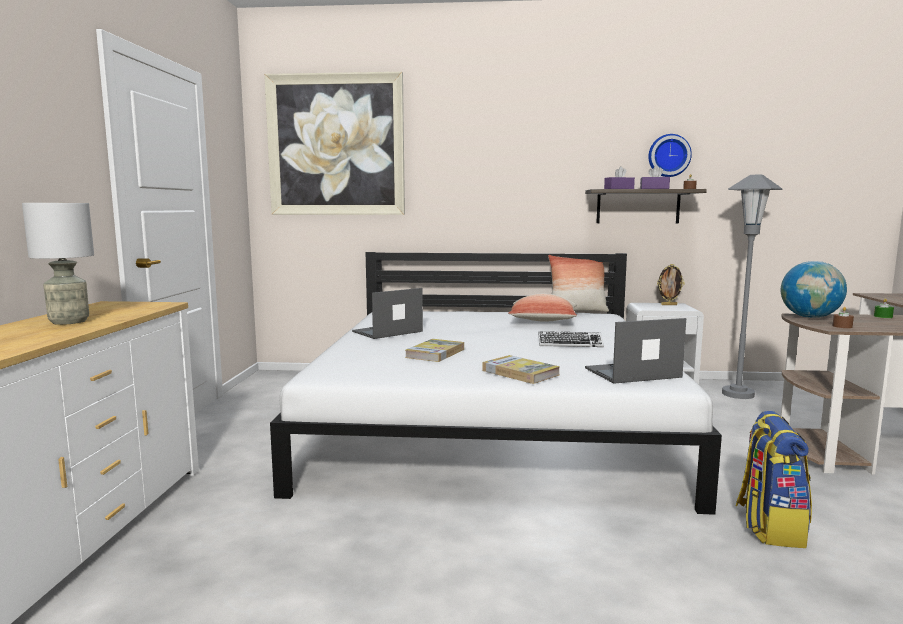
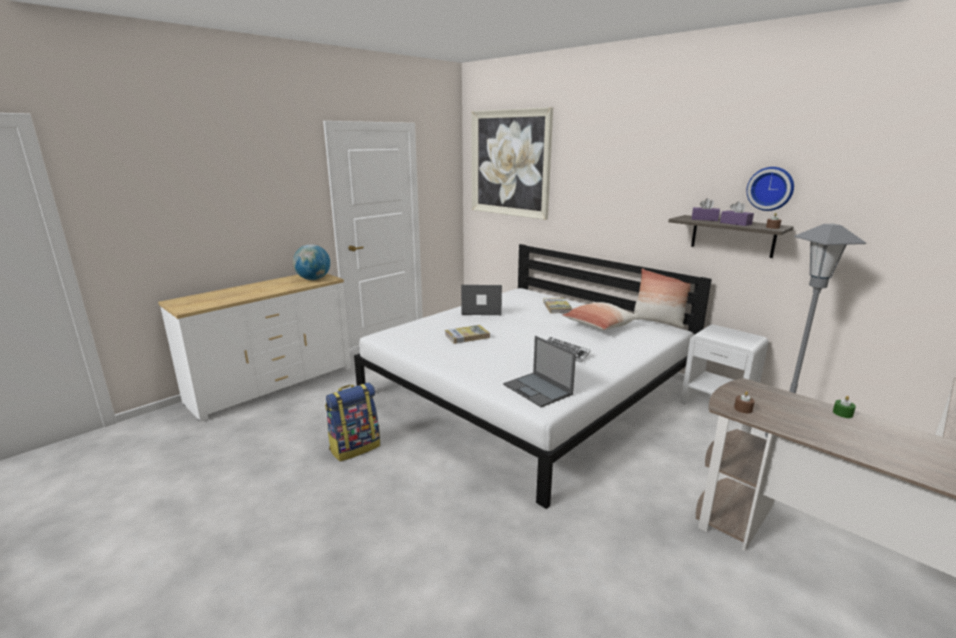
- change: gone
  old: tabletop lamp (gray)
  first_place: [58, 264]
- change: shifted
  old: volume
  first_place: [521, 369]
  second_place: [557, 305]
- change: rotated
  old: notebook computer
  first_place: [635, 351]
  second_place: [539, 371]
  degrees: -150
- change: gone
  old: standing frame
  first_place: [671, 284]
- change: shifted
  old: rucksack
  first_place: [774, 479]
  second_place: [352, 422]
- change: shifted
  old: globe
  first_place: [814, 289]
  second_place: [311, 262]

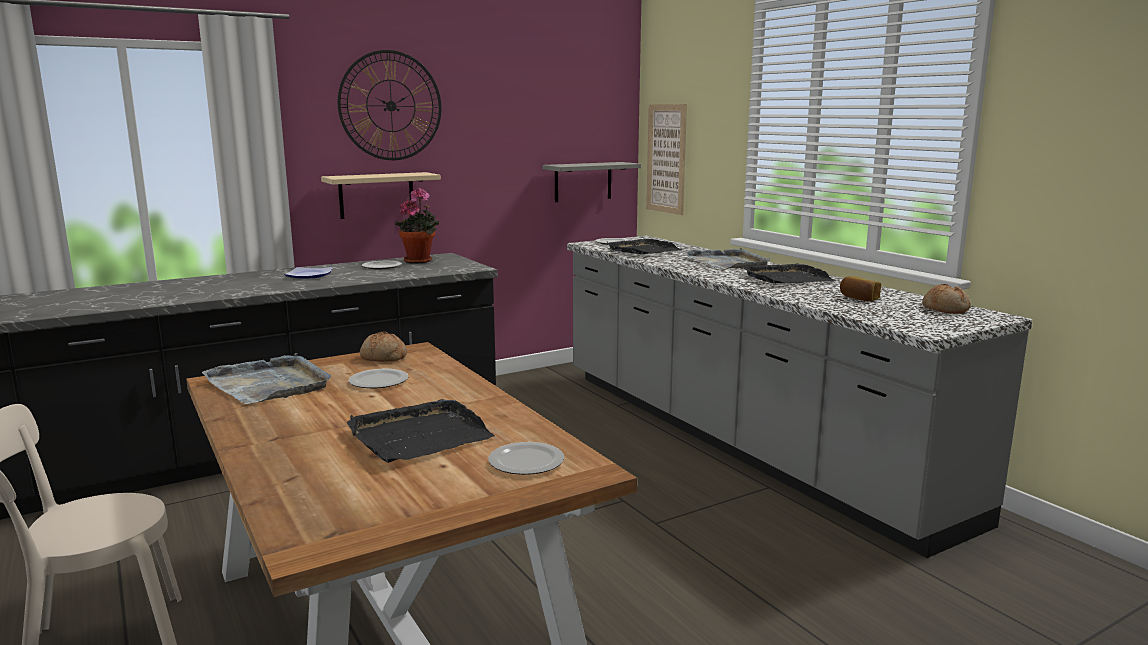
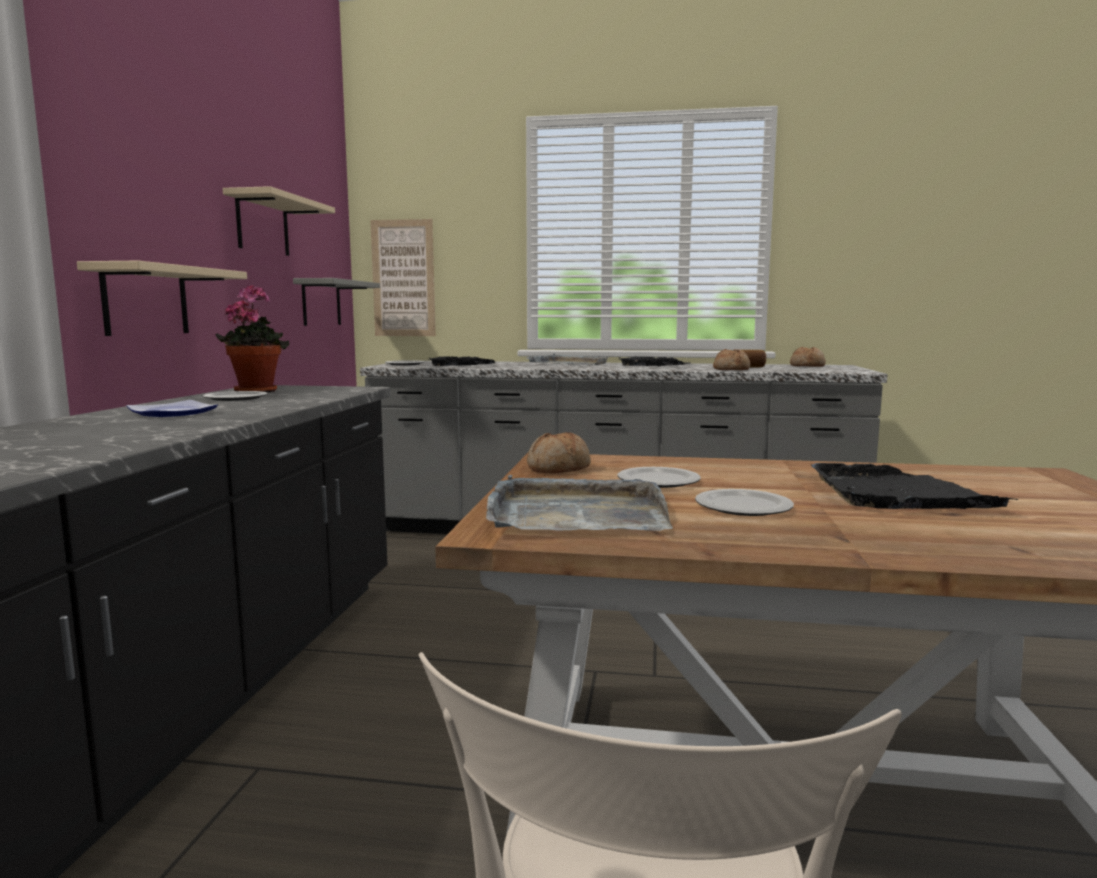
- change: gone
  old: hanging clock
  first_place: [389, 105]
- change: shifted
  old: dinner plate
  first_place: [526, 458]
  second_place: [744, 502]
- change: new
  new: wall shelf (sand-coloured)
  second_place: [279, 221]
- change: new
  new: bakery bread
  second_place: [731, 359]

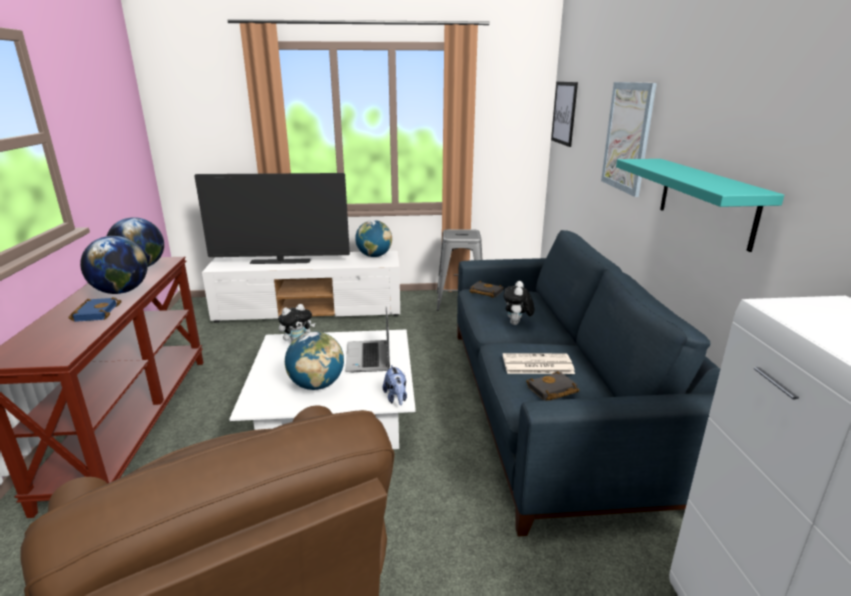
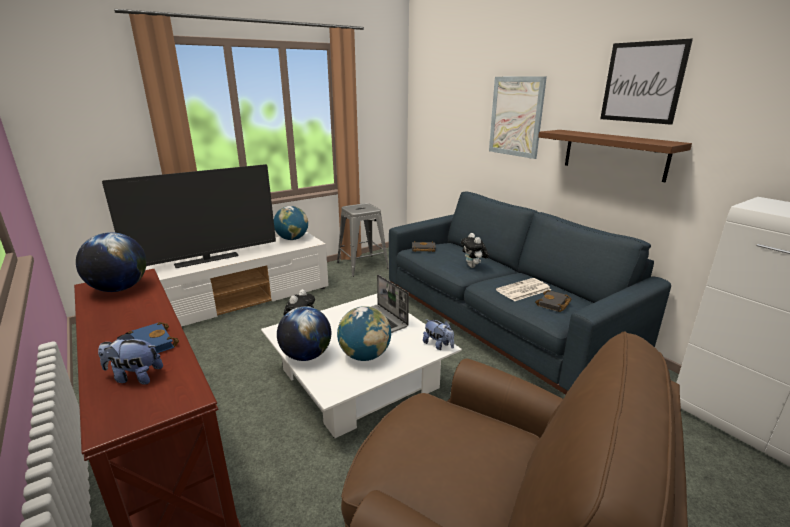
- change: shifted
  old: globe
  first_place: [114, 265]
  second_place: [304, 333]
- change: shifted
  old: wall picture
  first_place: [564, 114]
  second_place: [646, 82]
- change: repainted
  old: wall shelf (blue-green)
  new: wall shelf (brown)
  first_place: [700, 205]
  second_place: [615, 156]
- change: new
  new: cuddly toy
  second_place: [130, 358]

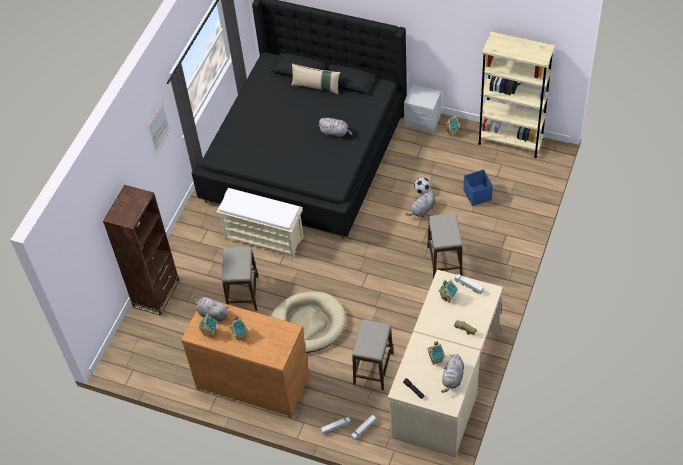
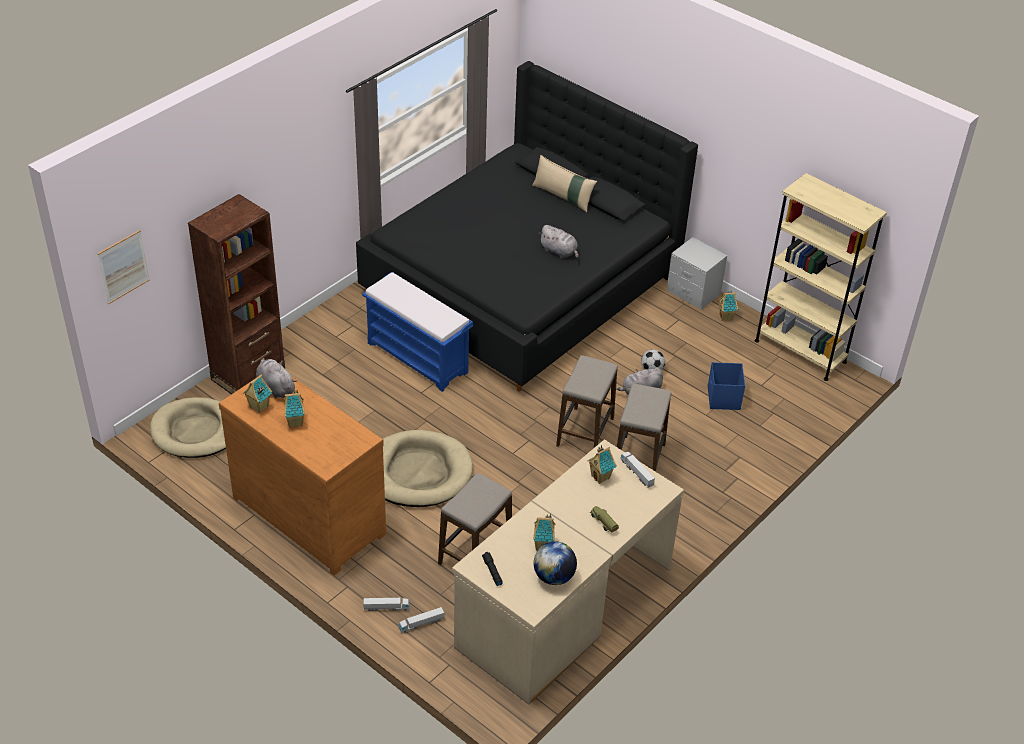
- change: shifted
  old: wall picture
  first_place: [159, 128]
  second_place: [123, 267]
- change: repainted
  old: bench (sand-coloured)
  new: bench (blue-coloured)
  first_place: [260, 223]
  second_place: [417, 332]
- change: shifted
  old: stool seat
  first_place: [240, 278]
  second_place: [587, 401]
- change: swapped
  old: cuddly toy (gray)
  new: globe
  first_place: [452, 373]
  second_place: [555, 563]
- change: new
  new: pet bed (sand-coloured)
  second_place: [188, 427]

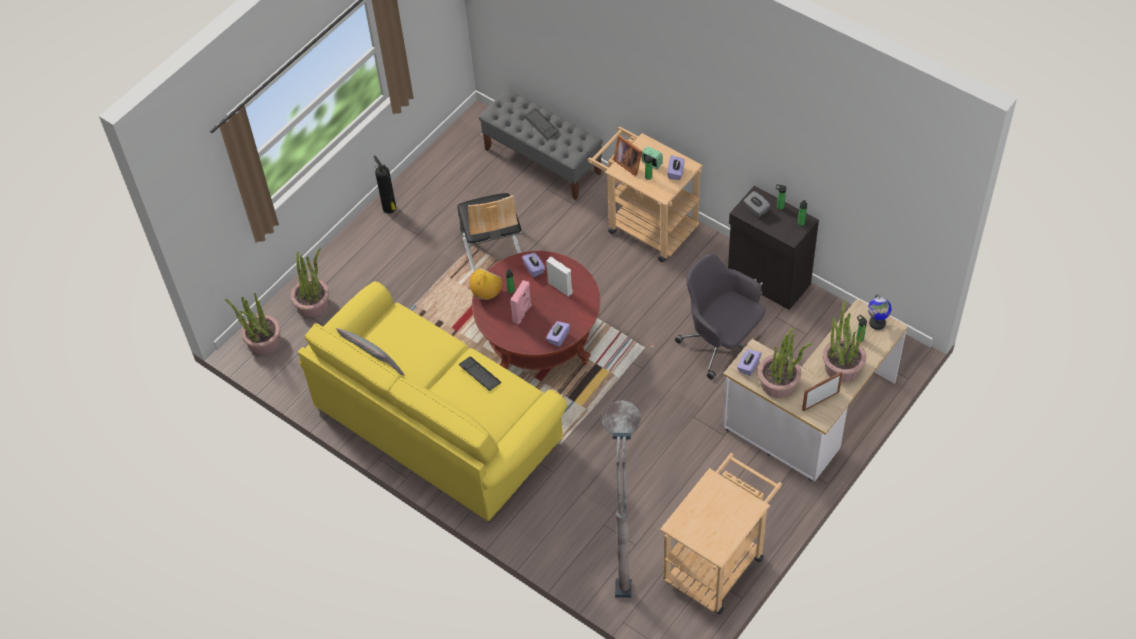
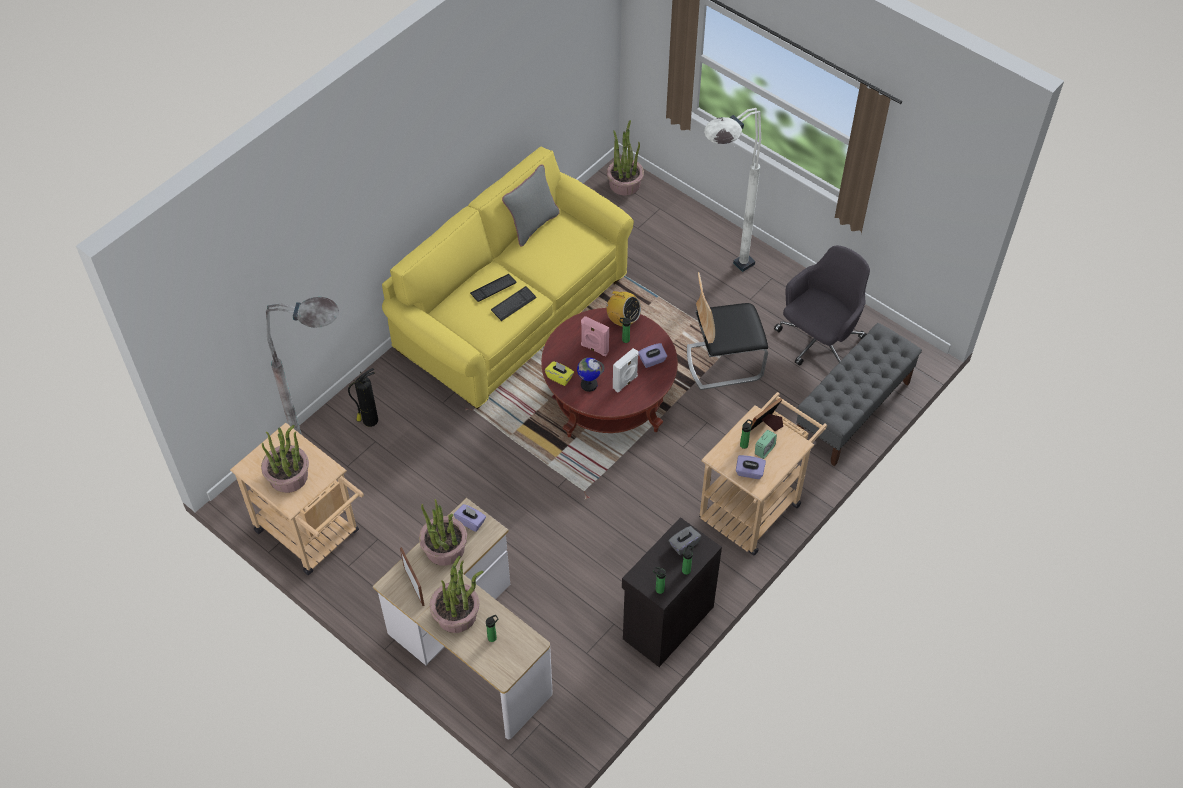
- change: shifted
  old: plant in a pot
  first_place: [310, 282]
  second_place: [285, 459]
- change: shifted
  old: extinguisher
  first_place: [384, 184]
  second_place: [363, 397]
- change: shifted
  old: PC keyboard
  first_place: [541, 124]
  second_place: [493, 288]
- change: repainted
  old: box of tissues (purple)
  new: box of tissues (yellow)
  first_place: [558, 334]
  second_place: [559, 373]
- change: shifted
  old: desk chair (gray)
  first_place: [720, 316]
  second_place: [822, 305]
- change: shifted
  old: globe
  first_place: [879, 312]
  second_place: [591, 374]
- change: new
  new: standard lamp (whitish)
  second_place: [732, 190]

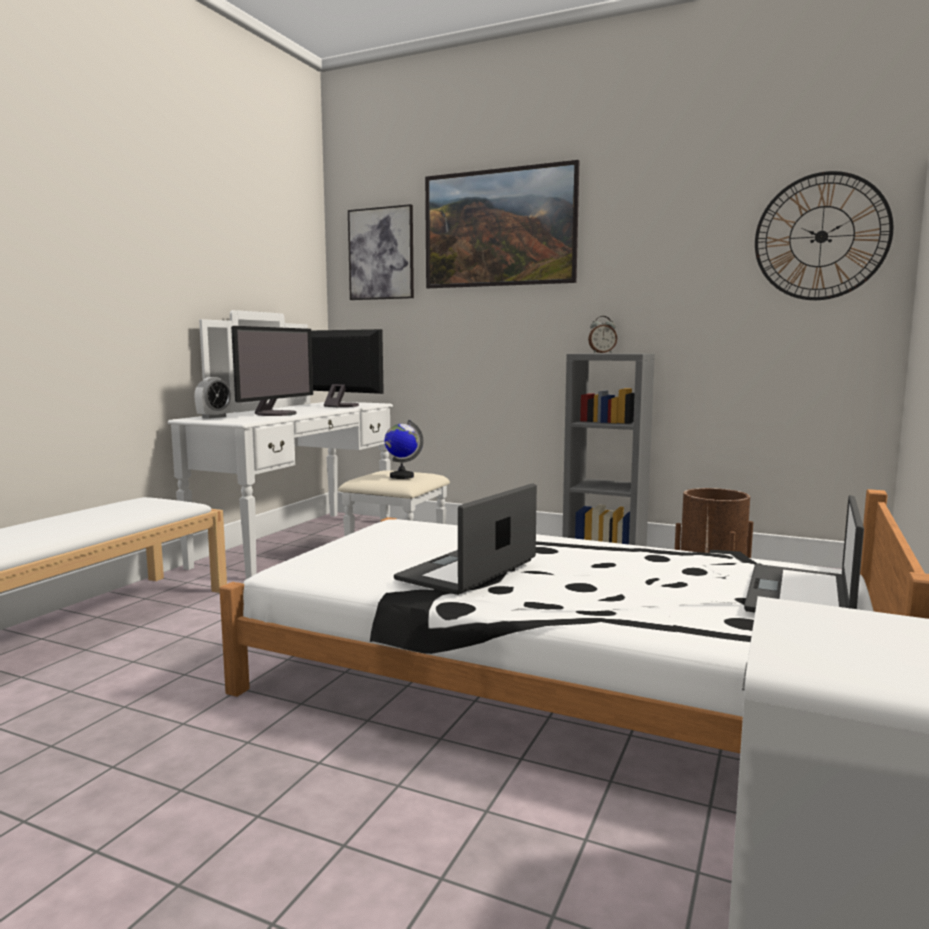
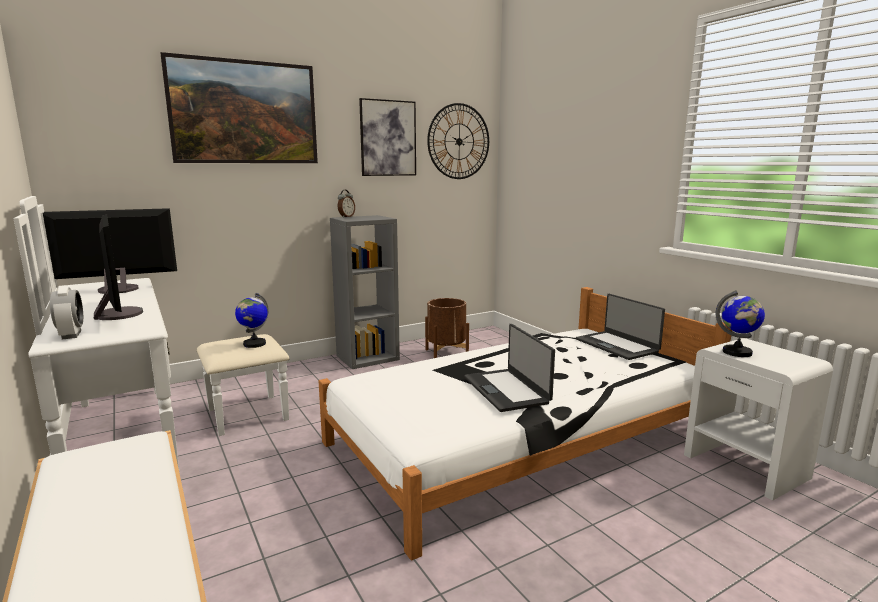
- change: shifted
  old: wall picture
  first_place: [381, 252]
  second_place: [387, 137]
- change: new
  new: globe
  second_place: [740, 323]

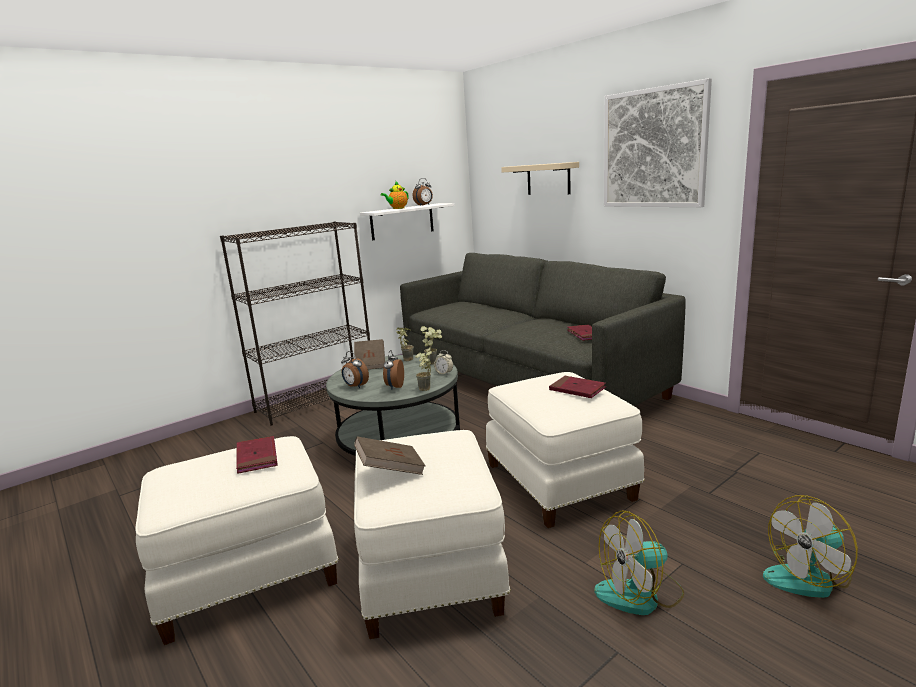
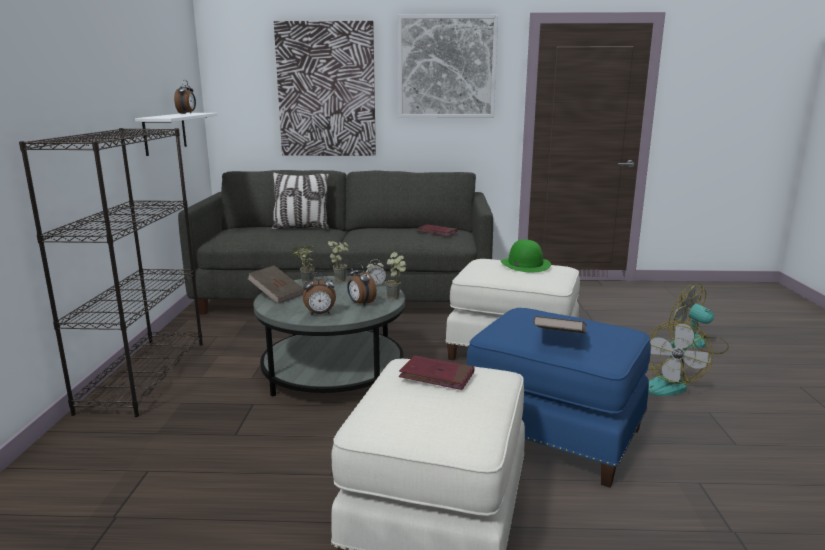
- change: repainted
  old: ottoman (whitish)
  new: ottoman (blue-coloured)
  first_place: [432, 534]
  second_place: [559, 398]
- change: gone
  old: tea pot
  first_place: [395, 195]
- change: swapped
  old: wall shelf (sand-coloured)
  new: wall picture
  first_place: [540, 178]
  second_place: [325, 88]
- change: swapped
  old: volume (reddish)
  new: hat (green-coloured)
  first_place: [577, 387]
  second_place: [526, 255]
- change: rotated
  old: cooling fan
  first_place: [810, 546]
  second_place: [699, 319]
  degrees: 120
- change: new
  new: throw pillow
  second_place: [300, 201]

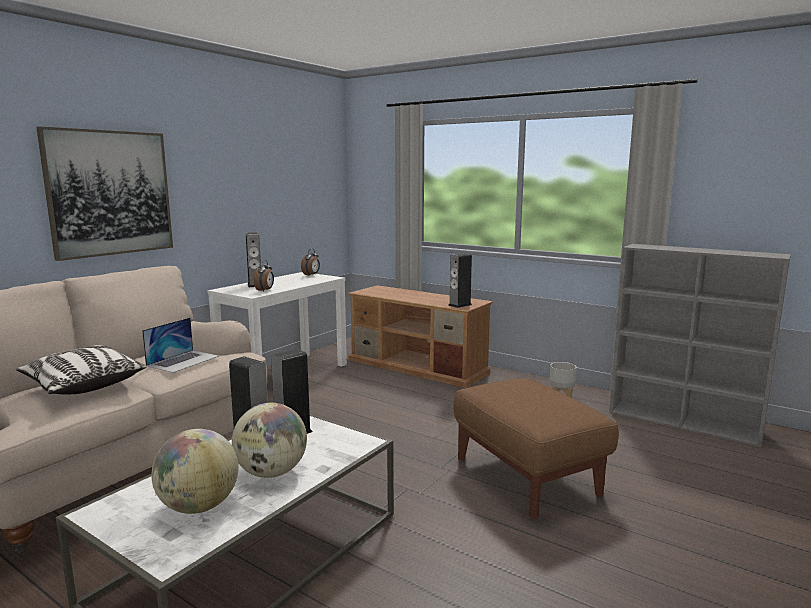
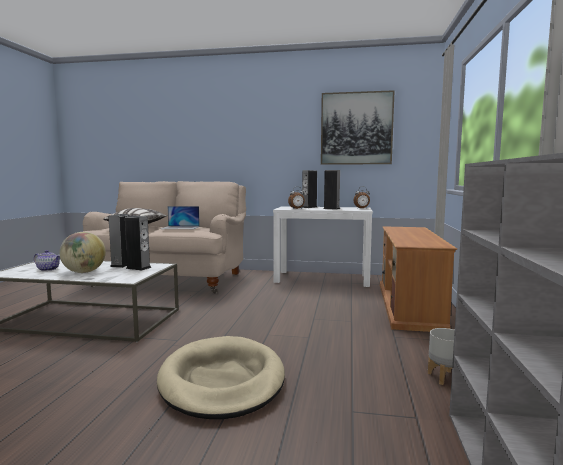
- change: shifted
  old: wall picture
  first_place: [104, 194]
  second_place: [358, 127]
- change: swapped
  old: globe
  new: tea pot
  first_place: [194, 471]
  second_place: [46, 260]
- change: shifted
  old: speaker
  first_place: [460, 280]
  second_place: [331, 190]
- change: swapped
  old: ottoman (brown)
  new: pet bed (sand-coloured)
  first_place: [536, 449]
  second_place: [221, 377]

